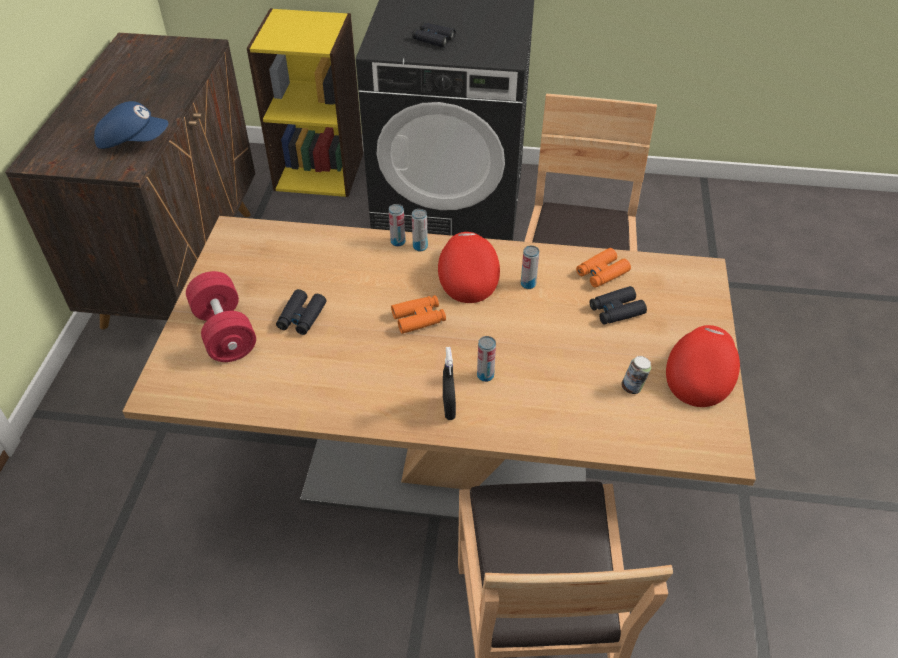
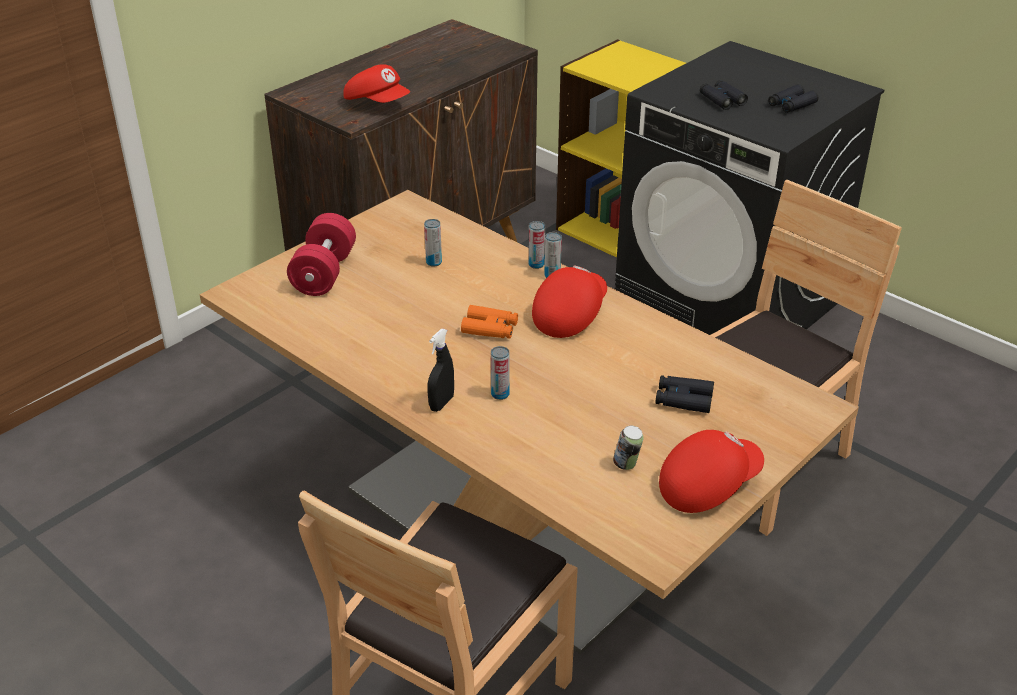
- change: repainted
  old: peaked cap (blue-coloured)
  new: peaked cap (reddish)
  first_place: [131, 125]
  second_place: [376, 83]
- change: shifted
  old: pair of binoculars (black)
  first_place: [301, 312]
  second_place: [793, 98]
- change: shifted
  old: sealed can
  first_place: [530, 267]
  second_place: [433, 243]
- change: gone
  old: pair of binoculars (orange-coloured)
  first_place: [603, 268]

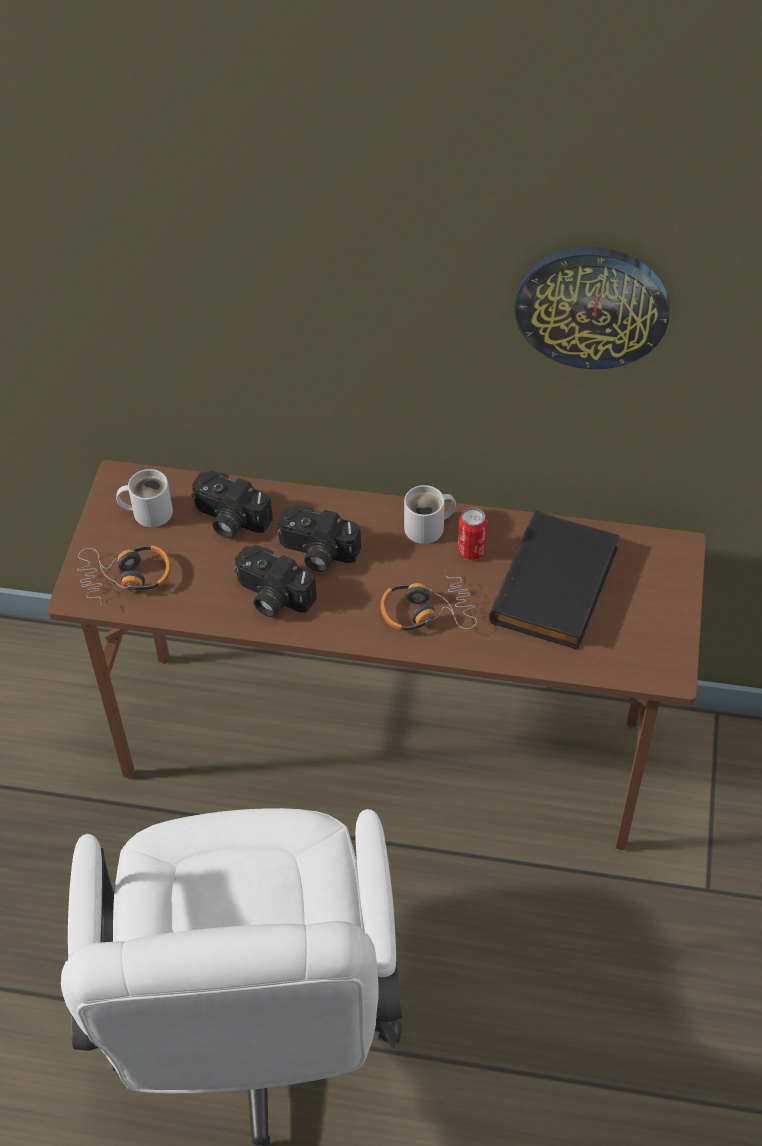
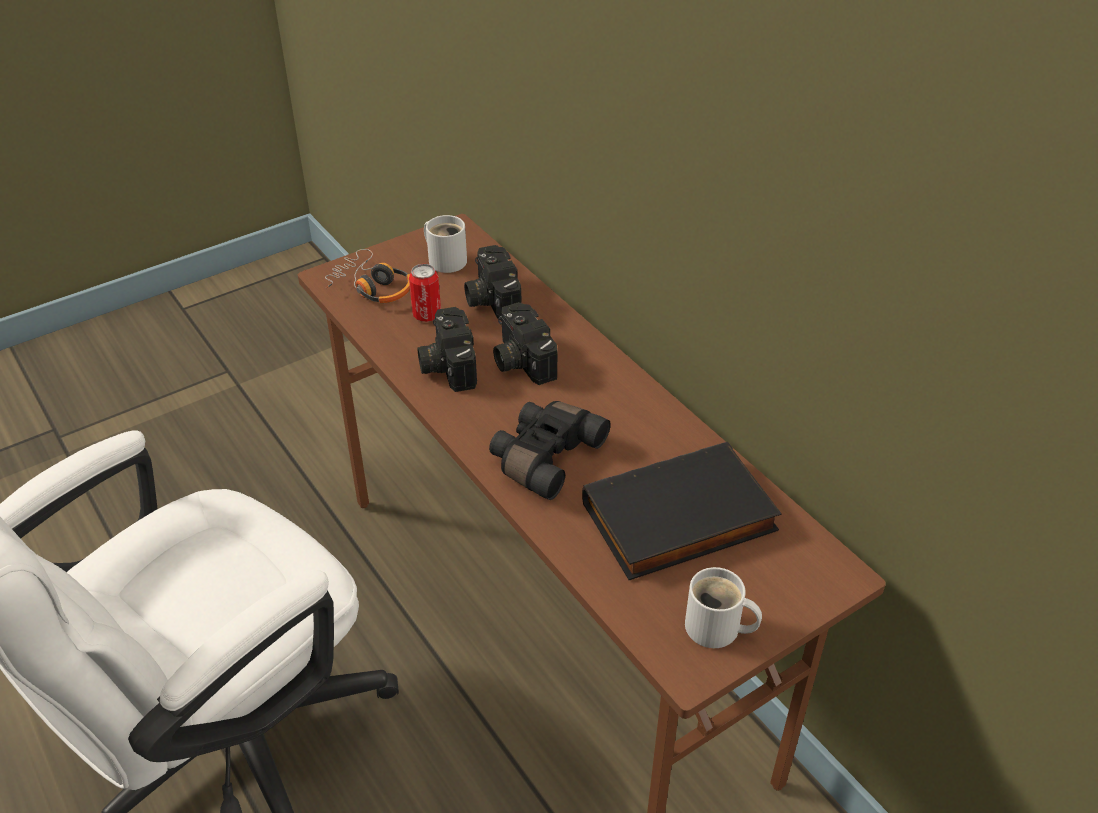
- change: swapped
  old: headset
  new: pair of binoculars (black)
  first_place: [428, 600]
  second_place: [550, 450]
- change: shifted
  old: mug (whitish)
  first_place: [430, 514]
  second_place: [723, 607]
- change: shifted
  old: sealed can
  first_place: [473, 533]
  second_place: [425, 293]
- change: gone
  old: hanging clock
  first_place: [592, 308]

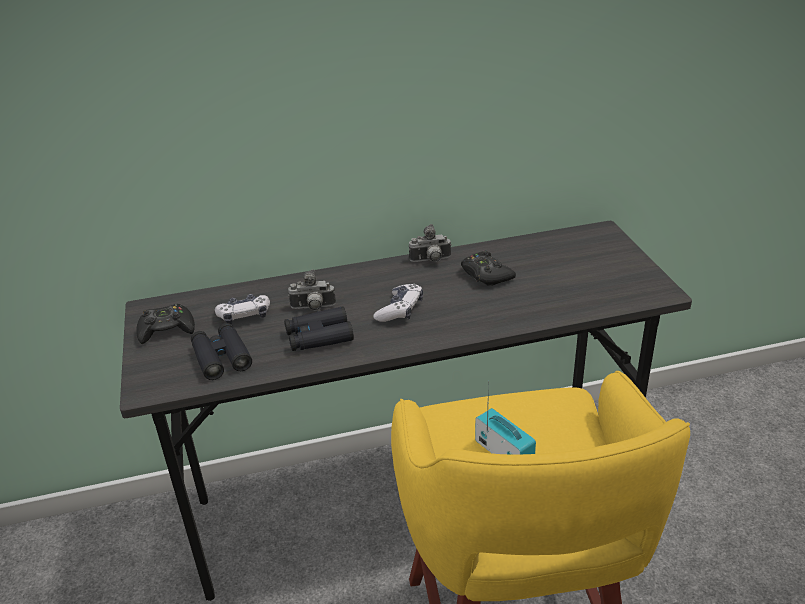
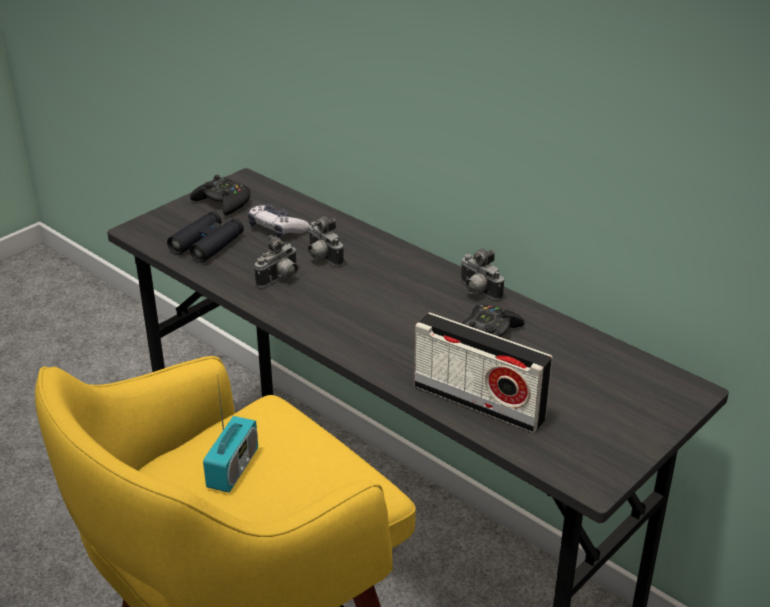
- change: swapped
  old: pair of binoculars (black)
  new: still camera
  first_place: [319, 328]
  second_place: [276, 261]
- change: gone
  old: gamepad
  first_place: [398, 303]
- change: new
  new: radio receiver
  second_place: [483, 372]

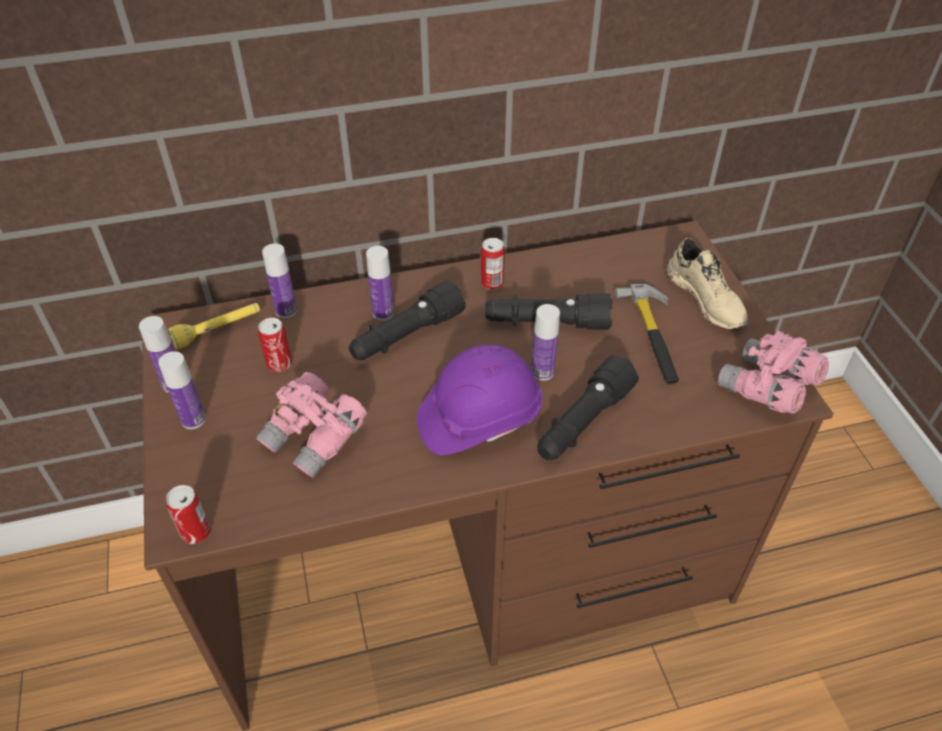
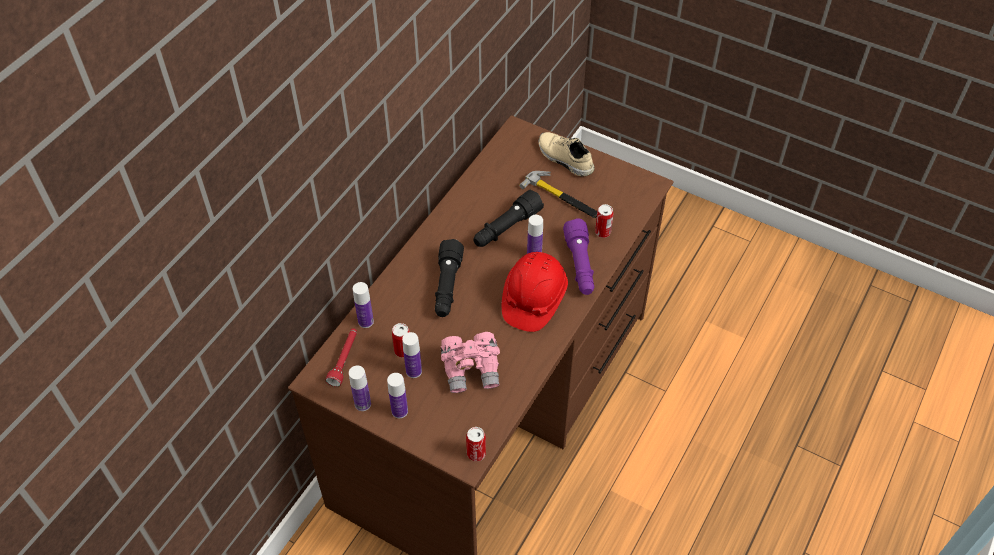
- change: repainted
  old: torch (yellow)
  new: torch (reddish)
  first_place: [214, 326]
  second_place: [341, 357]
- change: shifted
  old: bottle
  first_place: [380, 283]
  second_place: [412, 355]
- change: repainted
  old: hard hat (purple)
  new: hard hat (reddish)
  first_place: [479, 400]
  second_place: [535, 292]
- change: shifted
  old: sealed can
  first_place: [493, 263]
  second_place: [604, 221]
- change: repainted
  old: torch (black)
  new: torch (purple)
  first_place: [588, 407]
  second_place: [578, 256]
- change: rotated
  old: shoe (sand-coloured)
  first_place: [707, 284]
  second_place: [566, 154]
  degrees: -150
- change: gone
  old: pair of binoculars (pink-coloured)
  first_place: [773, 372]

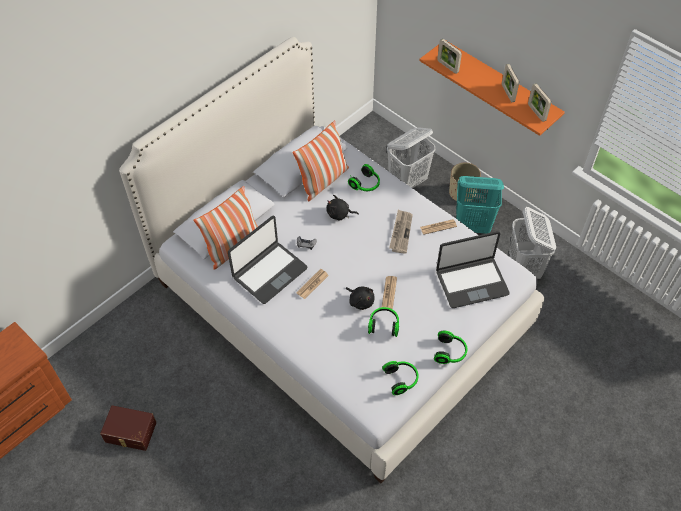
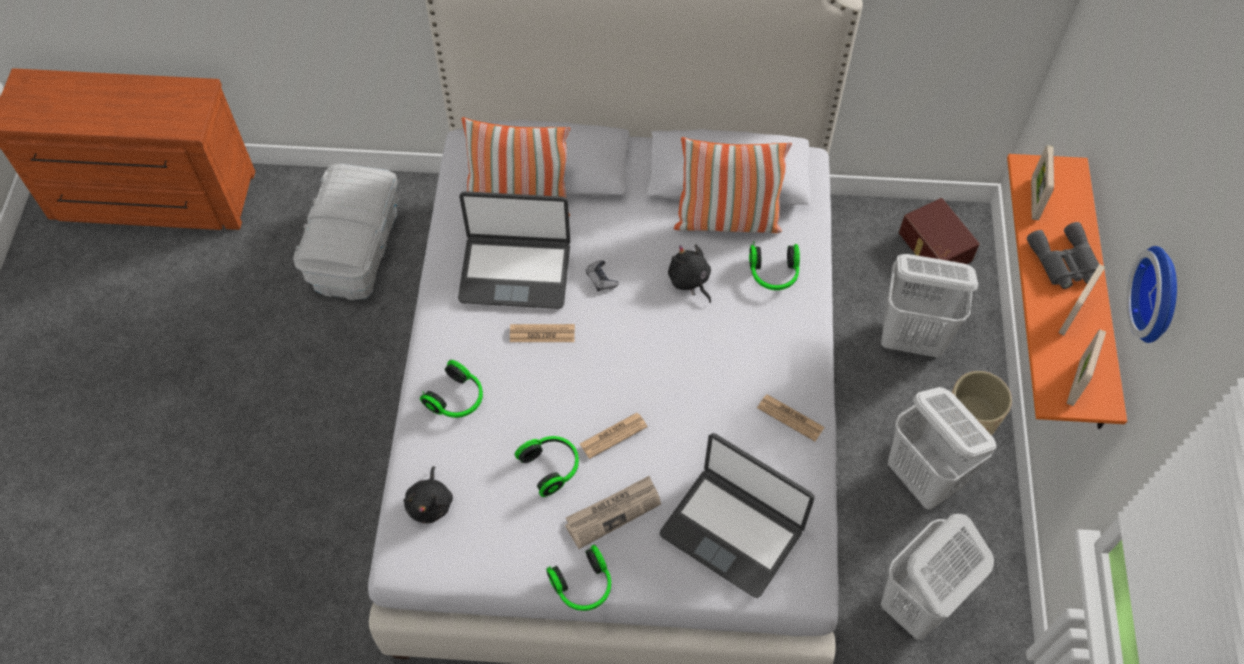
- change: shifted
  old: storage container (brown)
  first_place: [128, 428]
  second_place: [939, 231]
- change: shifted
  old: cuddly toy (black)
  first_place: [359, 298]
  second_place: [428, 495]
- change: shifted
  old: headset
  first_place: [400, 378]
  second_place: [451, 389]
- change: shifted
  old: daily paper
  first_place: [401, 232]
  second_place: [613, 512]
- change: repainted
  old: hamper (blue-green)
  new: hamper (whitish)
  first_place: [480, 205]
  second_place: [942, 448]
- change: new
  new: storage container (whitish)
  second_place: [346, 232]
- change: new
  new: pair of binoculars (gray)
  second_place: [1063, 255]
- change: new
  new: hanging clock
  second_place: [1152, 294]

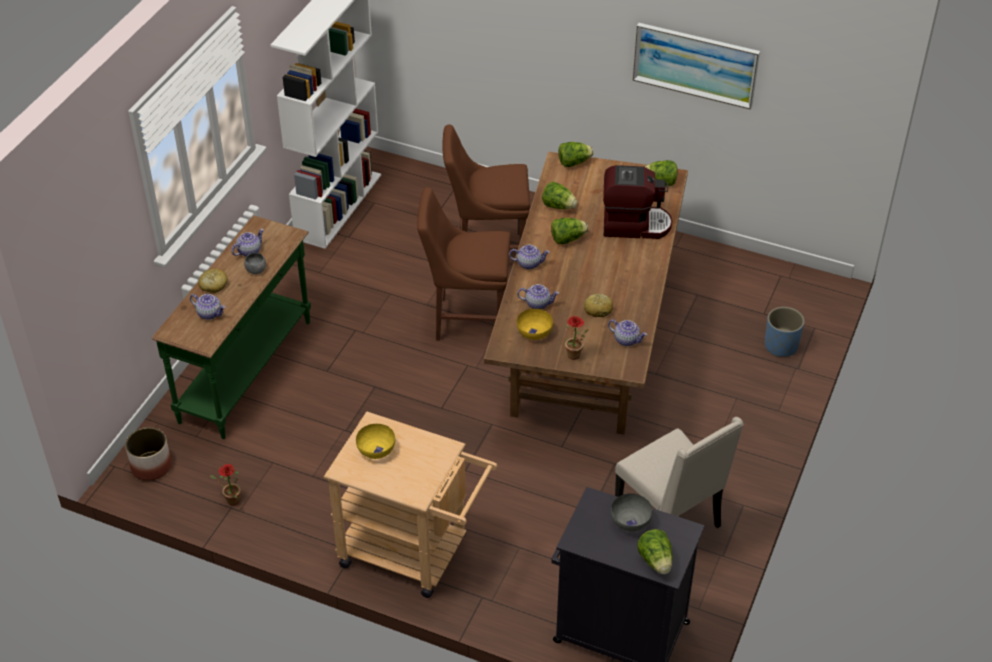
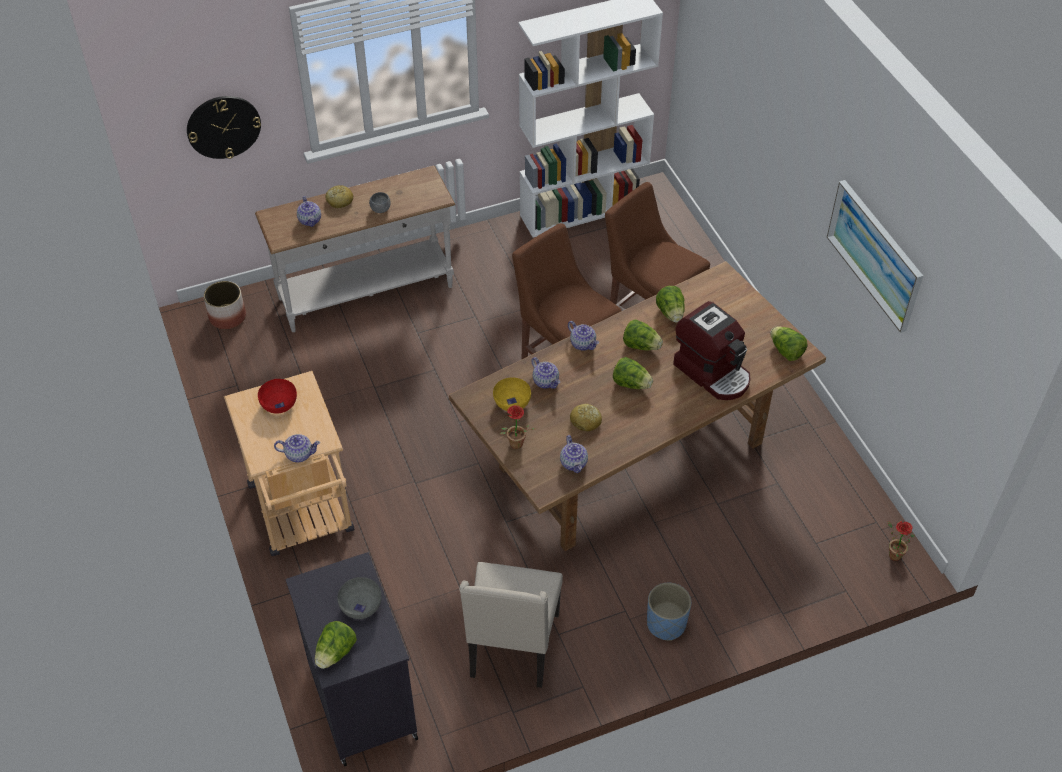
- change: repainted
  old: narrow table (green-coloured)
  new: narrow table (whitish)
  first_place: [231, 327]
  second_place: [355, 249]
- change: shifted
  old: plant in a pot
  first_place: [225, 484]
  second_place: [901, 541]
- change: shifted
  old: tea pot
  first_place: [247, 243]
  second_place: [297, 448]
- change: repainted
  old: bowl (yellow)
  new: bowl (reddish)
  first_place: [375, 441]
  second_place: [277, 396]
- change: shifted
  old: head of lettuce
  first_place: [576, 154]
  second_place: [633, 373]
- change: shifted
  old: planter (blue-coloured)
  first_place: [784, 332]
  second_place: [669, 612]
- change: new
  new: hanging clock
  second_place: [224, 127]

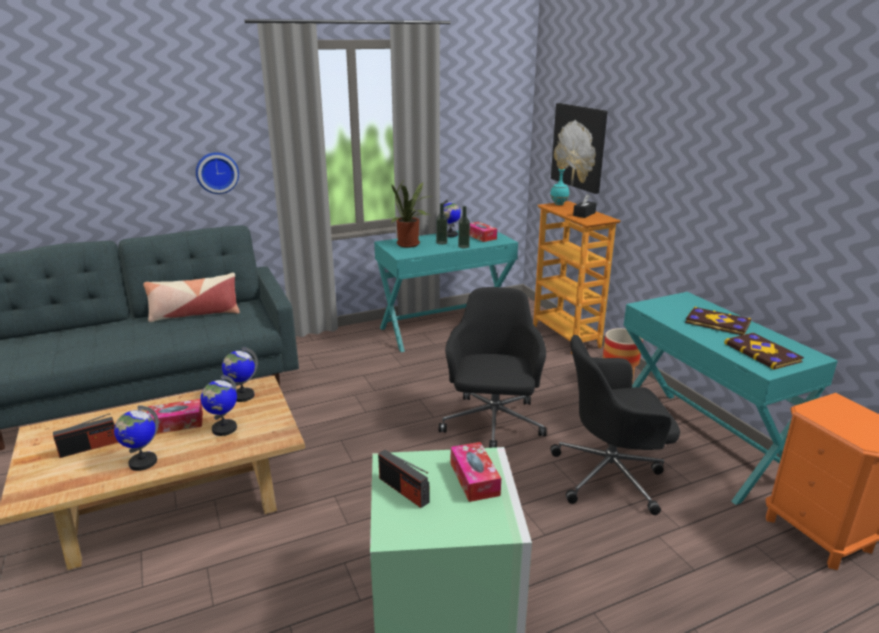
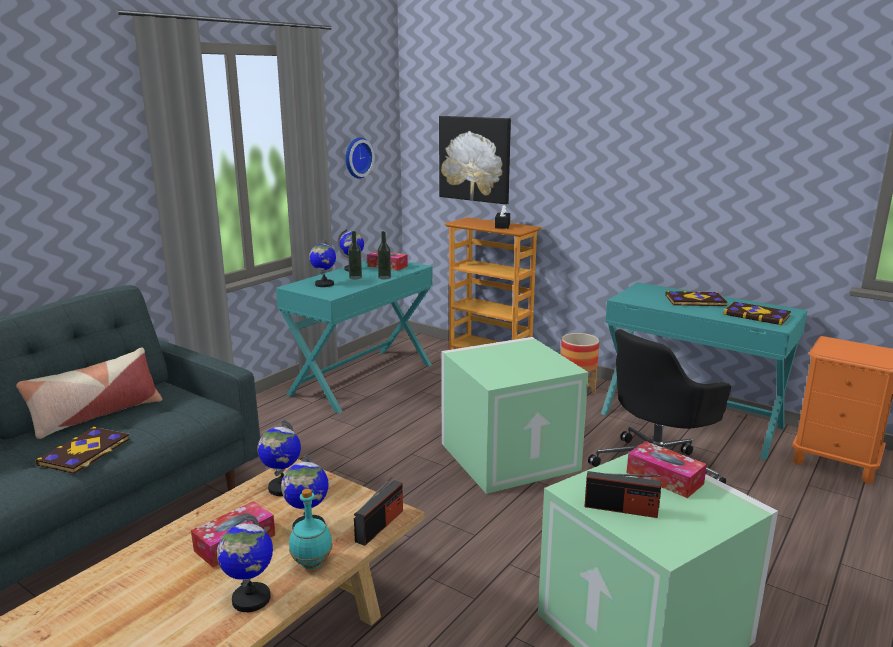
- change: shifted
  old: radio receiver
  first_place: [85, 435]
  second_place: [378, 511]
- change: shifted
  old: hanging clock
  first_place: [217, 173]
  second_place: [360, 158]
- change: swapped
  old: plant in a pot
  new: globe
  first_place: [411, 214]
  second_place: [322, 263]
- change: swapped
  old: desk chair (black)
  new: storage container (green-coloured)
  first_place: [493, 367]
  second_place: [514, 415]
- change: shifted
  old: bottle (blue-green)
  first_place: [559, 186]
  second_place: [310, 529]
- change: new
  new: volume
  second_place: [82, 450]

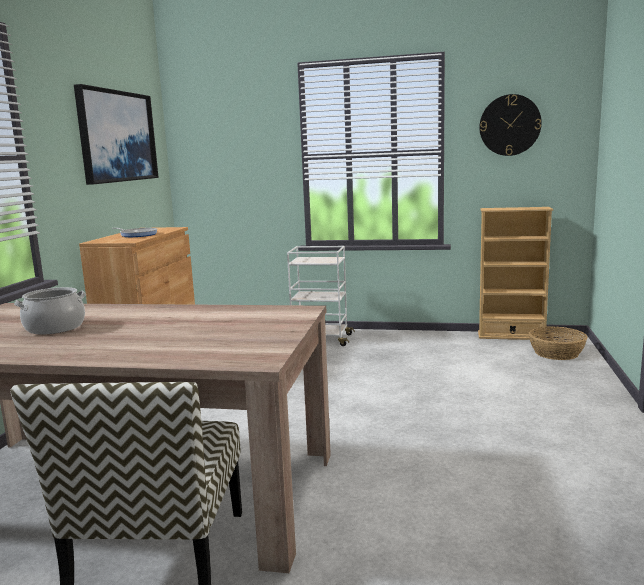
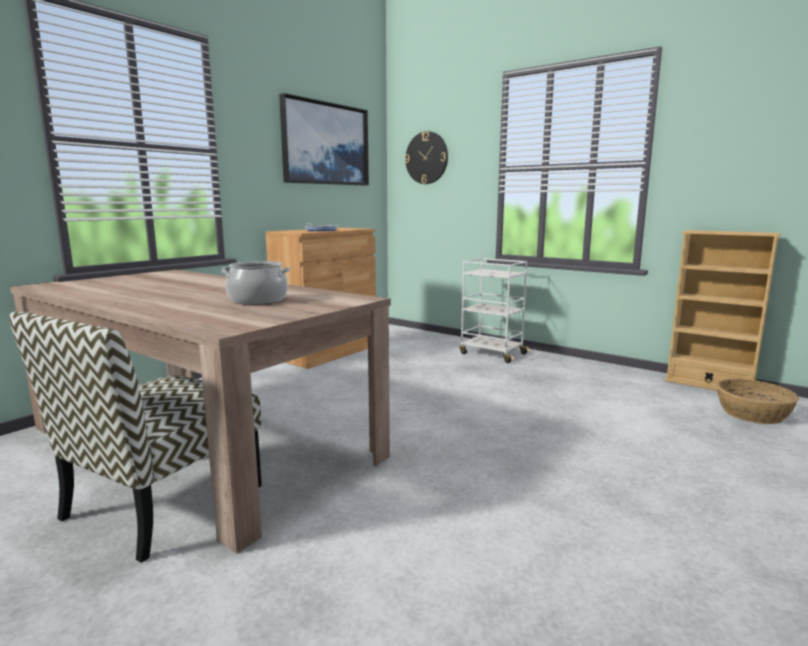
- change: shifted
  old: cooking pot
  first_place: [50, 311]
  second_place: [255, 283]
- change: shifted
  old: hanging clock
  first_place: [510, 125]
  second_place: [426, 157]

